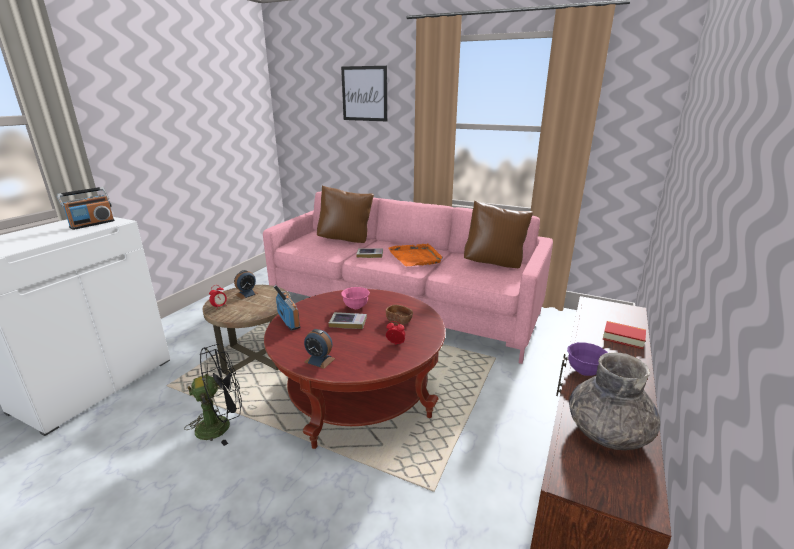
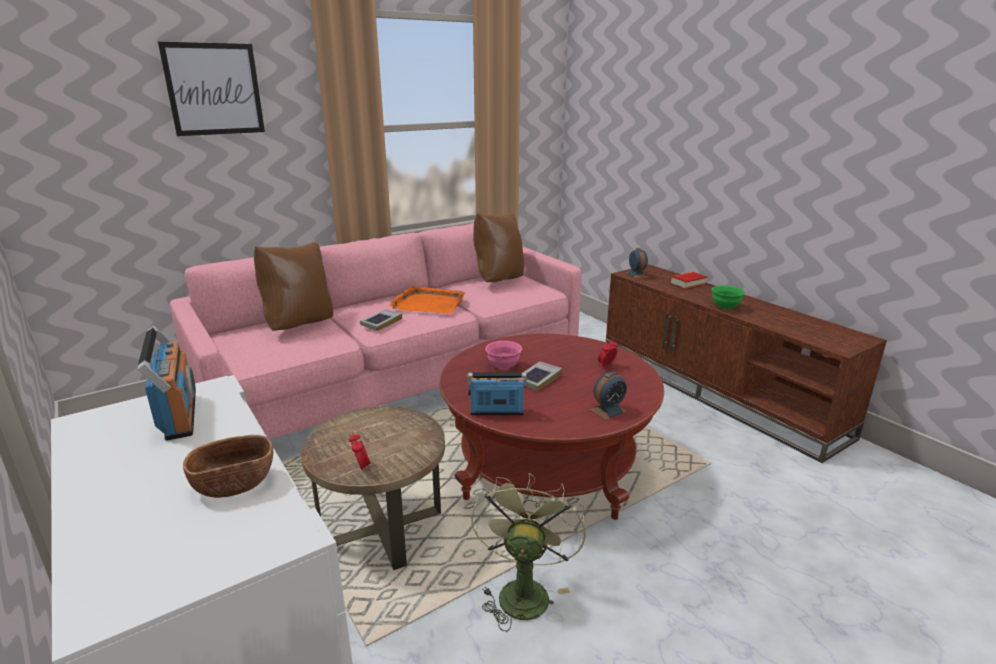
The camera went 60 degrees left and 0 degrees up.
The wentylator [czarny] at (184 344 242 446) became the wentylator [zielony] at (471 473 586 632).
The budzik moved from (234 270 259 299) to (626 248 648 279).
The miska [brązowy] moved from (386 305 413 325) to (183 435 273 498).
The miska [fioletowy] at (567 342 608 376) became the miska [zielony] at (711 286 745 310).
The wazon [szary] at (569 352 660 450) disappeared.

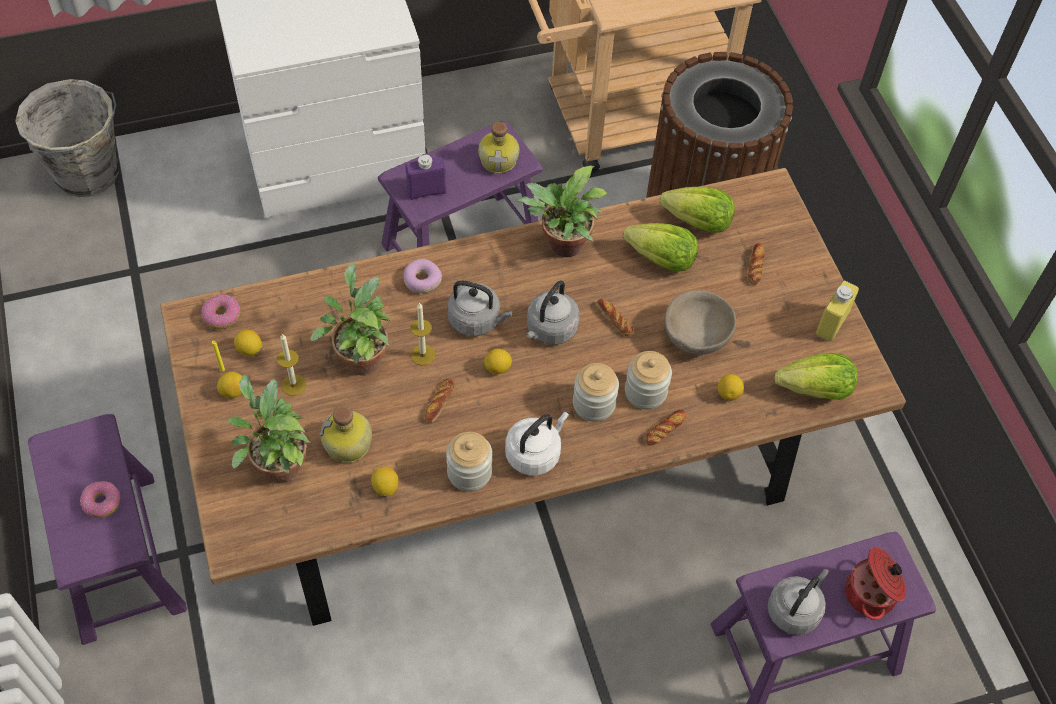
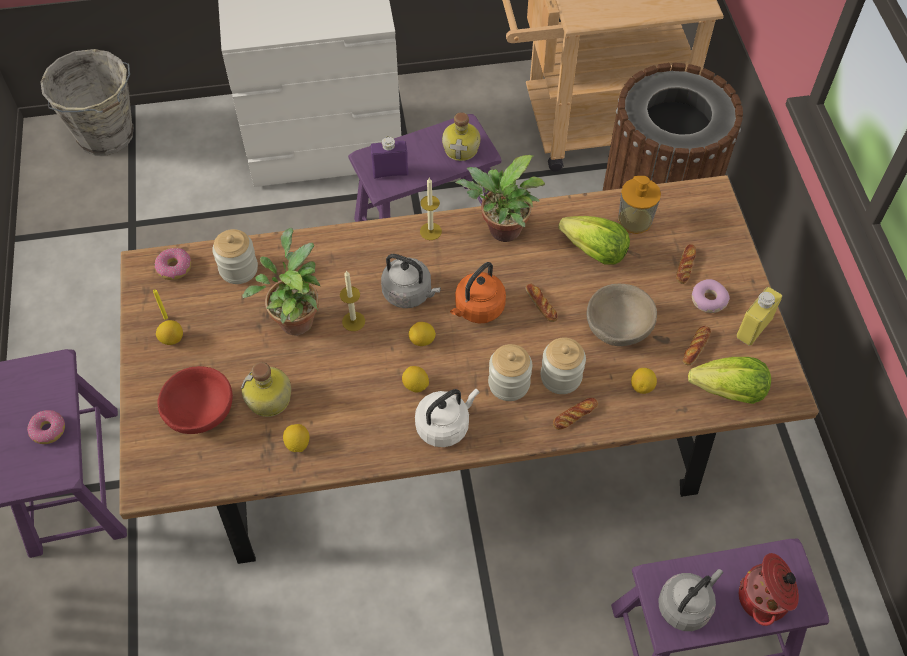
The camera went 10 degrees right and 0 degrees up.
The roślina doniczkowa at (228 375 311 484) was replaced by the miska [czerwony] at (158 366 233 434).
The cytryna moved from (234 329 262 356) to (402 366 429 393).
The świeca moved from (277 334 306 396) to (420 178 442 240).
The donut moved from (403 259 442 293) to (692 279 730 313).
The chleb moved from (424 378 455 423) to (683 326 711 366).
The słoik moved from (446 432 492 492) to (212 229 258 284).
The czajnik [szary] at (526 280 580 345) became the czajnik [pomarańczowy] at (450 262 506 324).
The sałata at (659 187 735 233) was replaced by the dozownik mydła at (618 176 661 234).

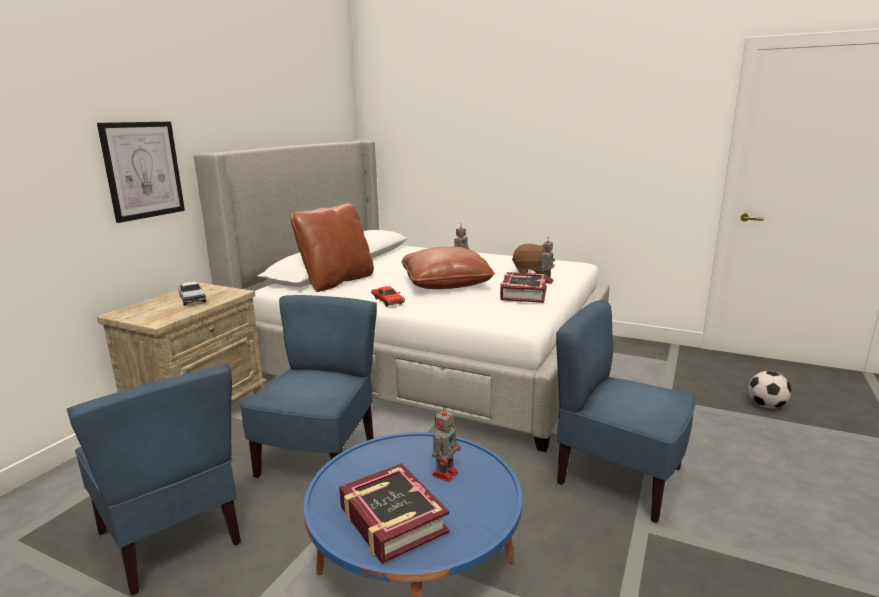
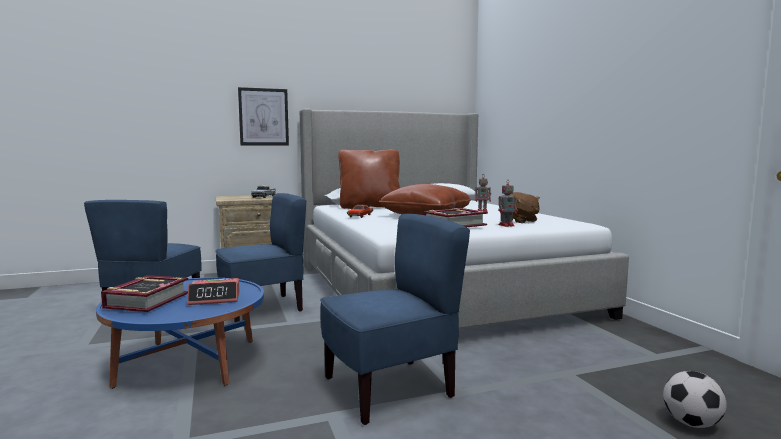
The camera went 45 degrees right and 10 degrees down.
The robot zabawkowy at (432 405 461 482) was replaced by the budzik at (187 278 240 305).
The krzesło [niebieski] at (556 300 696 523) turned 75 degrees clockwise.

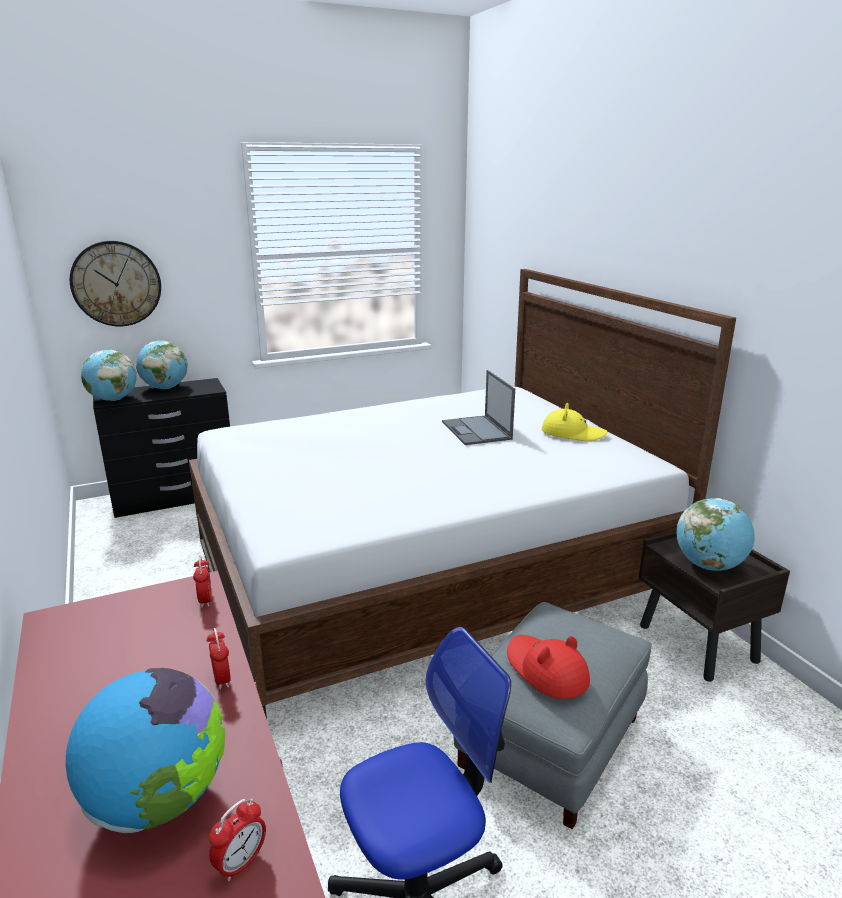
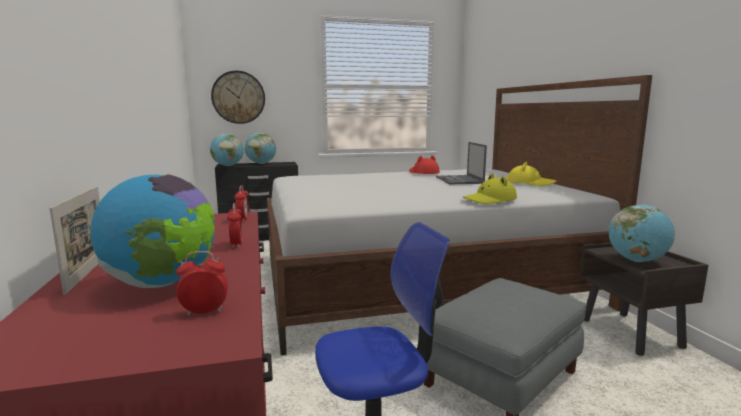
The camera went 10 degrees right and 10 degrees down.
The budzik at (209 799 266 882) turned 150 degrees counterclockwise.
The kapelusz [czerwony] moved from (507 635 590 699) to (409 155 440 174).
The ramka na zdjęcie at (50 187 100 295) appeared.
The kapelusz [żółty] at (463 173 517 204) appeared.

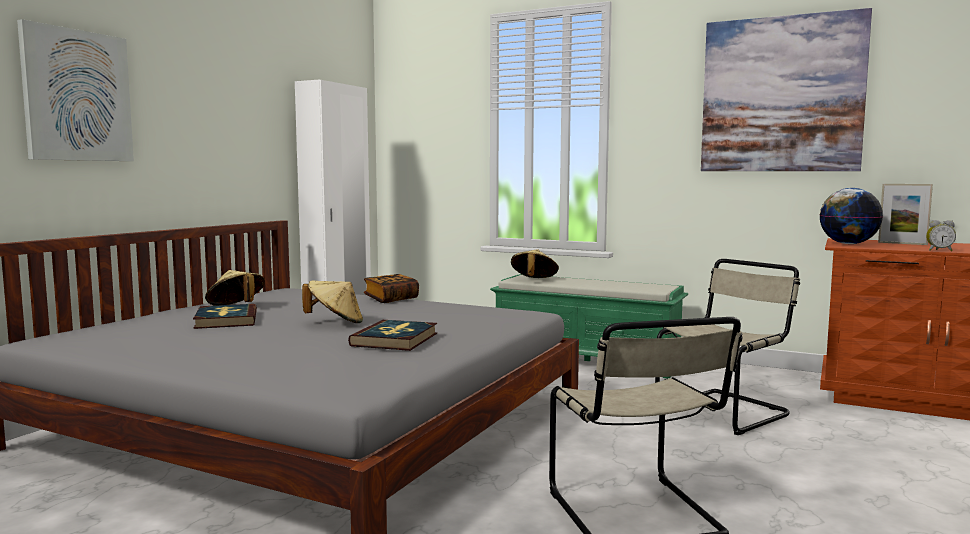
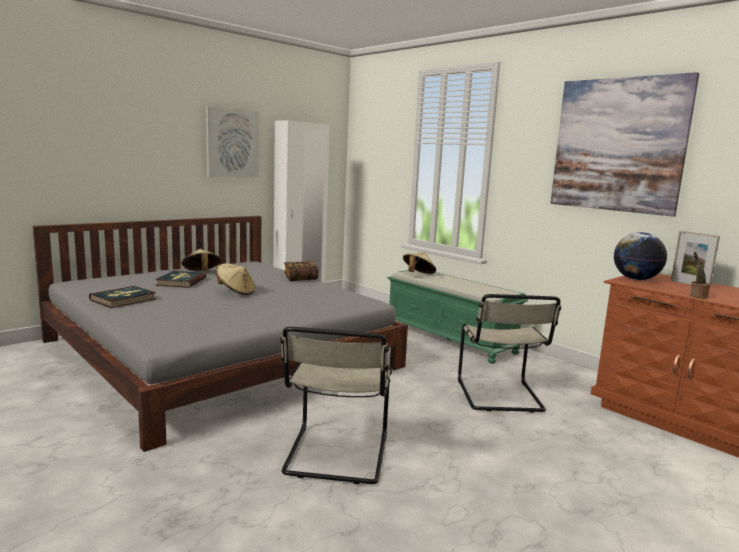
The camera went 20 degrees right and 5 degrees up.
The obraz moved from (17 19 134 161) to (206 106 259 178).
The książka moved from (348 320 437 351) to (89 286 156 308).
The krzesło [beżowy] at (655 259 800 435) turned 105 degrees clockwise.
The budzik at (926 220 956 251) was replaced by the roślina doniczkowa at (690 252 710 299).

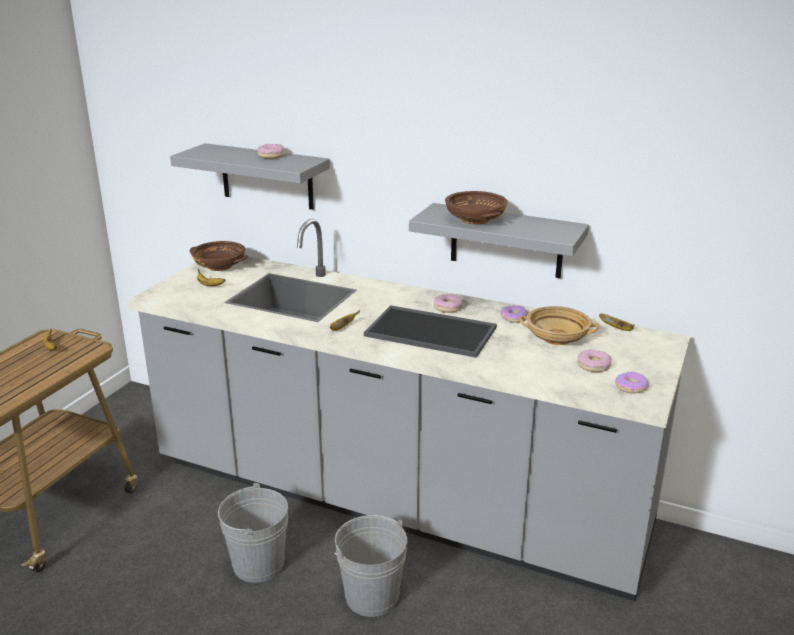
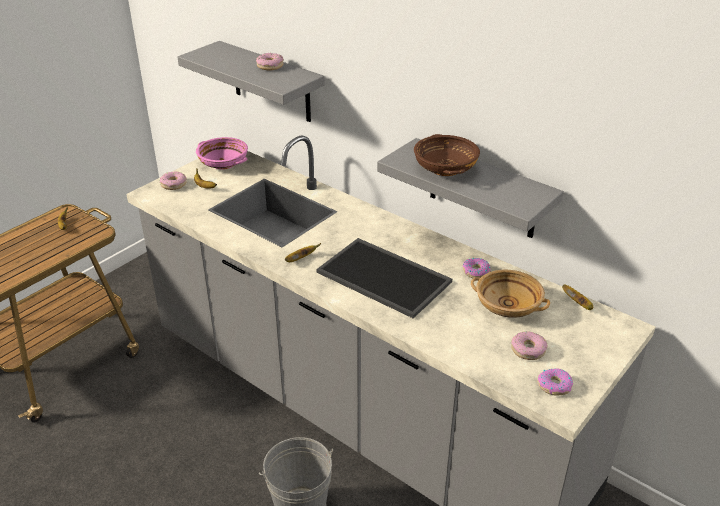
The camera went 15 degrees right and 10 degrees up.
The miska [brązowy] at (190 241 248 271) became the miska [różowy] at (196 137 248 170).
The wiadro [szary] at (218 483 288 583) disappeared.
The donut moved from (434 294 463 313) to (160 171 187 190).

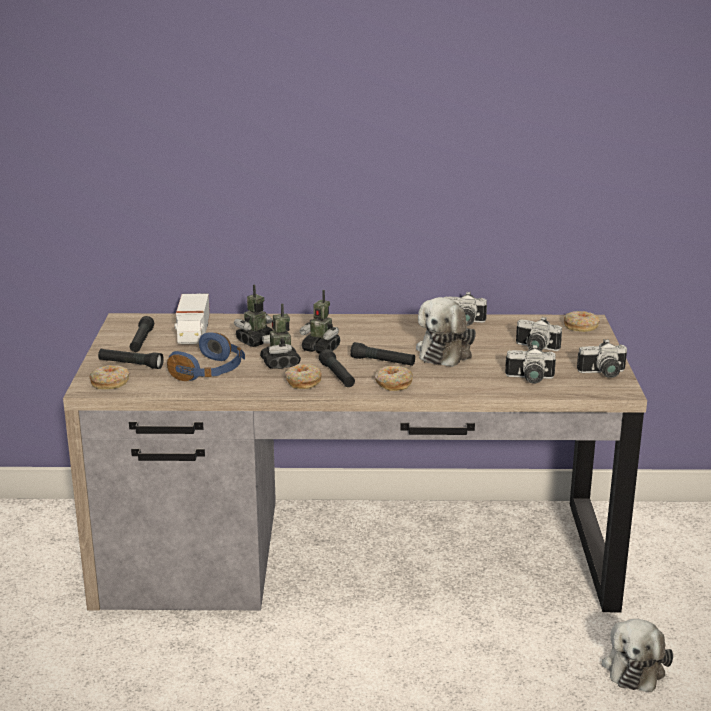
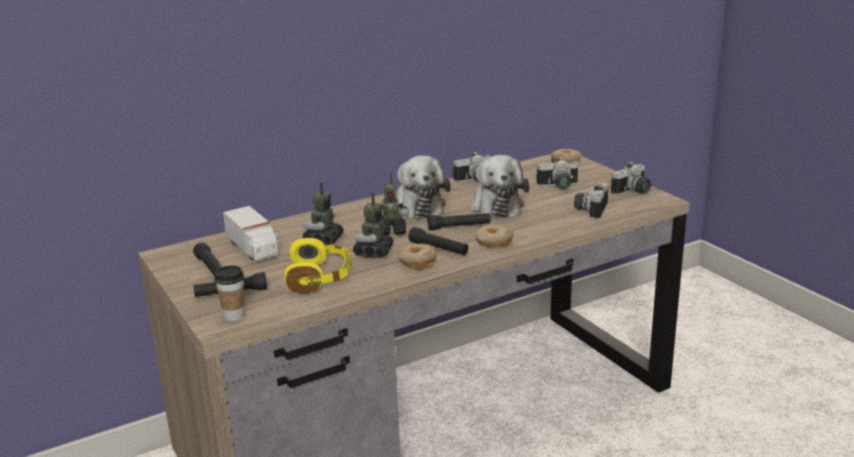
The camera went 30 degrees left and 0 degrees up.
The donut at (89 365 129 389) was replaced by the filiżanka at (214 265 245 321).
The słuchawki [niebieski] at (167 332 245 381) became the słuchawki [żółty] at (284 237 352 293).
The robot zabawkowy at (260 304 301 369) turned 60 degrees clockwise.
The aparat fotograficzny at (505 344 556 384) turned 135 degrees clockwise.
The pluszak moved from (602 619 673 692) to (396 156 451 219).

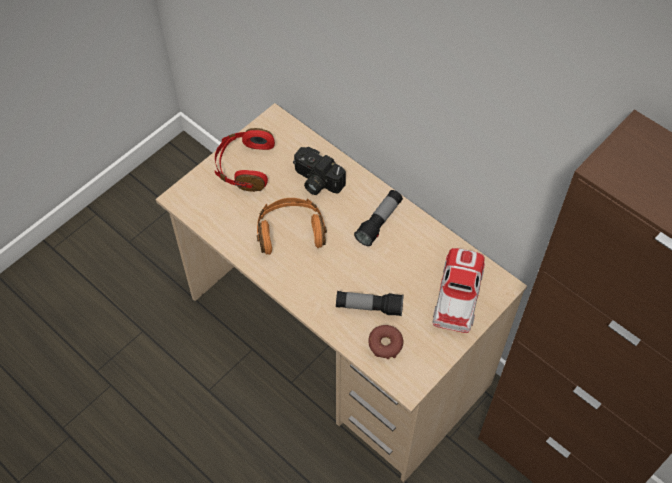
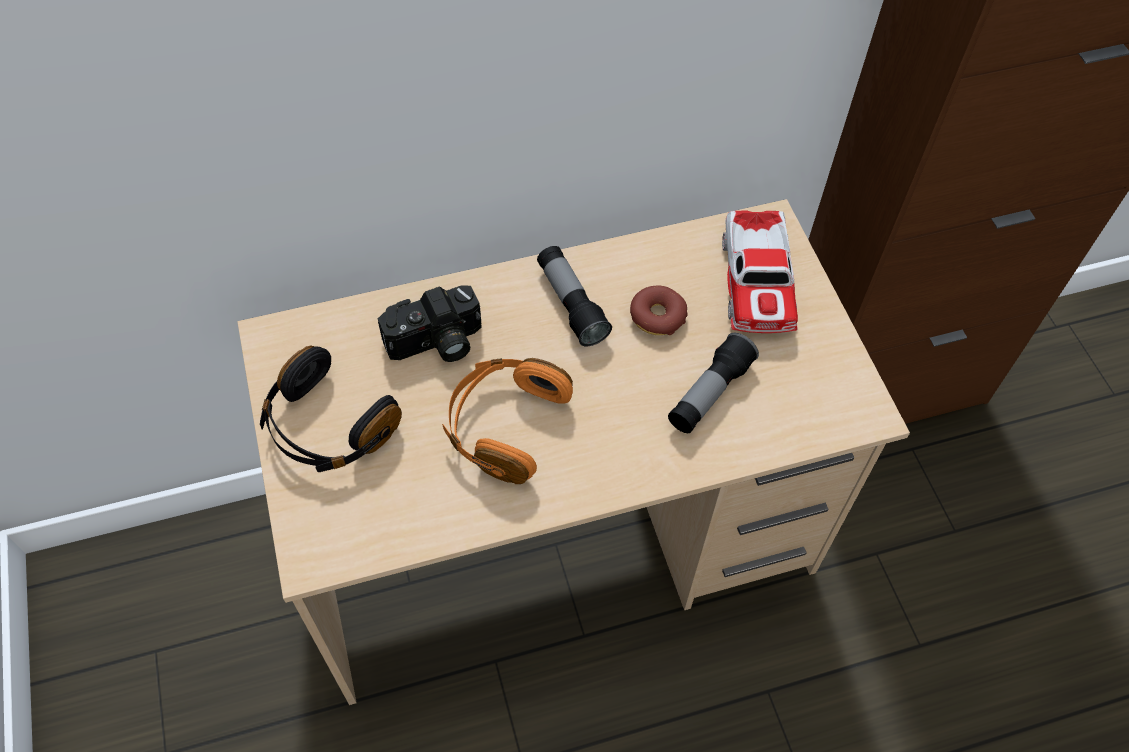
The camera went 60 degrees left and 0 degrees up.
The słuchawki [czerwony] at (215 128 275 192) became the słuchawki [czarny] at (260 345 402 472).
The donut moved from (368 325 404 359) to (630 286 688 335).
The samochodzik at (432 248 485 333) turned 135 degrees counterclockwise.

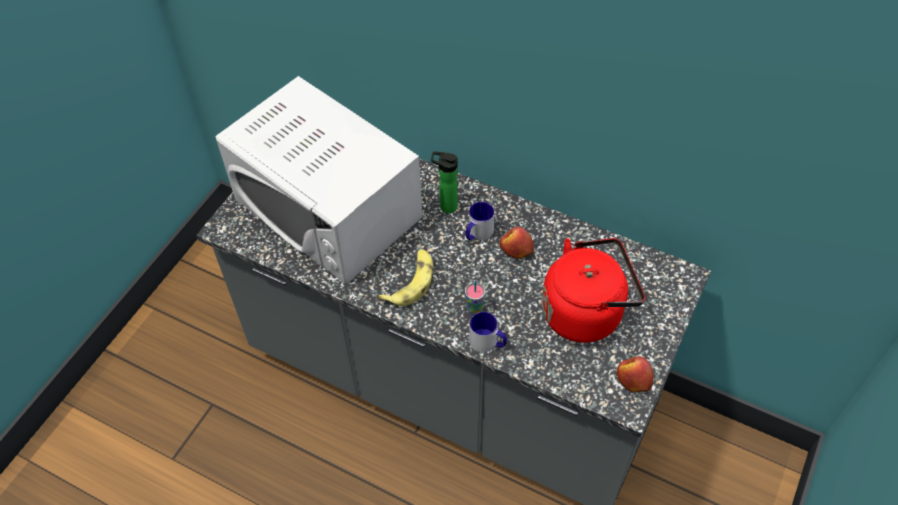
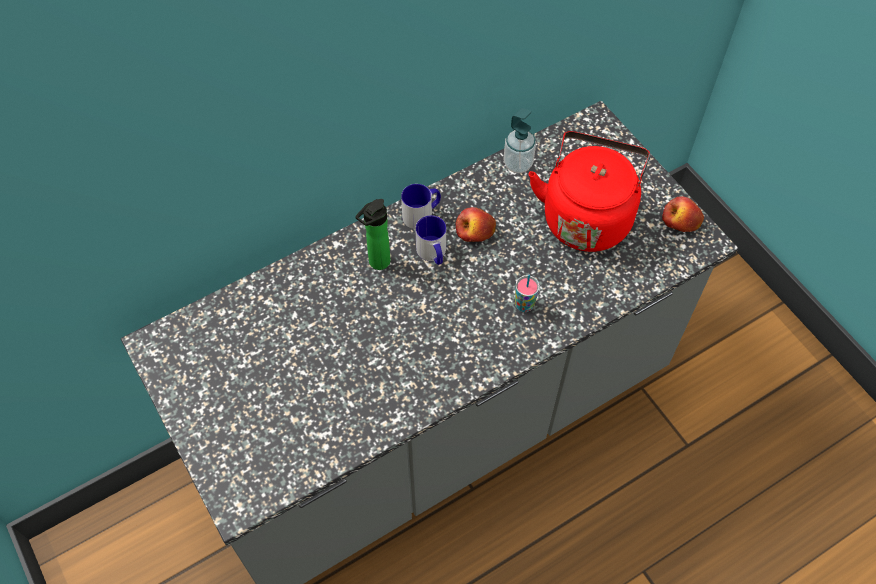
The camera went 60 degrees left and 5 degrees up.
The mikrofalówka [biały] at (215 76 422 284) disappeared.
The banan at (378 249 433 306) disappeared.
The kubek moved from (469 312 507 353) to (401 184 441 229).
The dozownik mydła at (503 108 536 173) appeared.

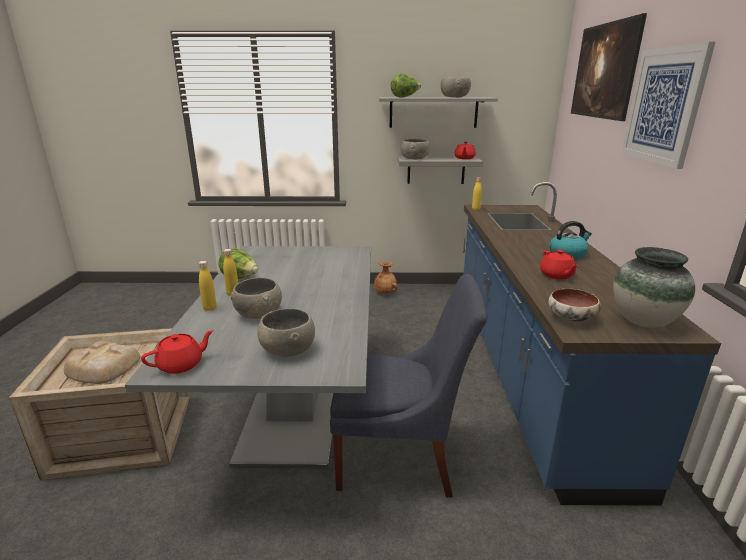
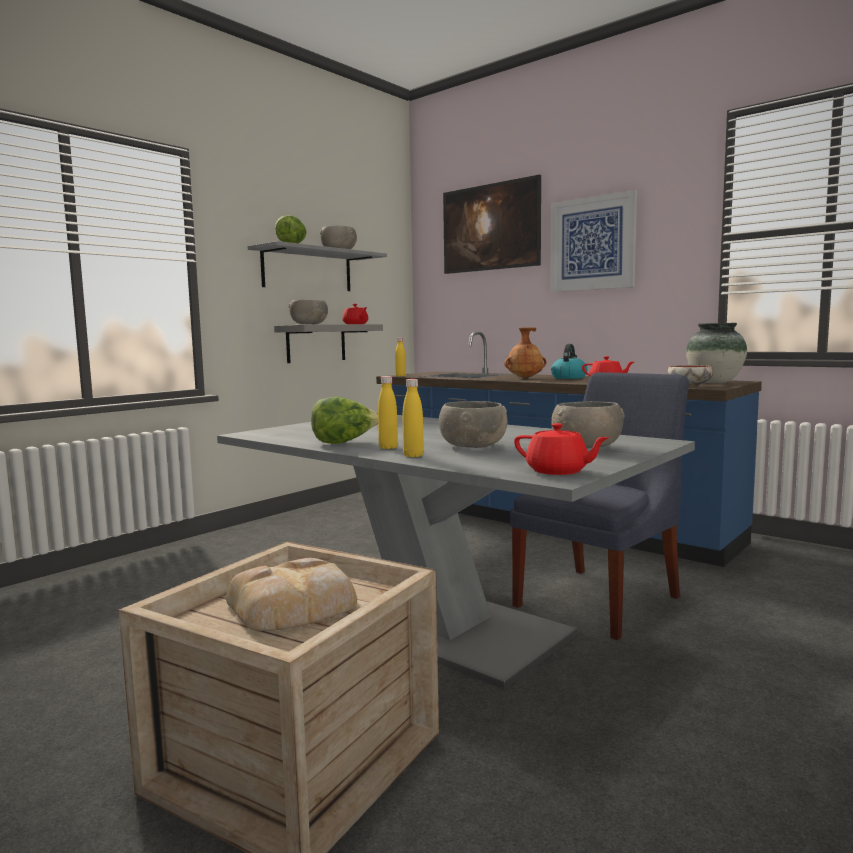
The camera went 50 degrees left and 15 degrees down.
The imbryk [czerwony] at (141 330 214 374) turned 120 degrees clockwise.
The wazon [brązowy] moved from (374 262 397 294) to (504 327 546 379).

